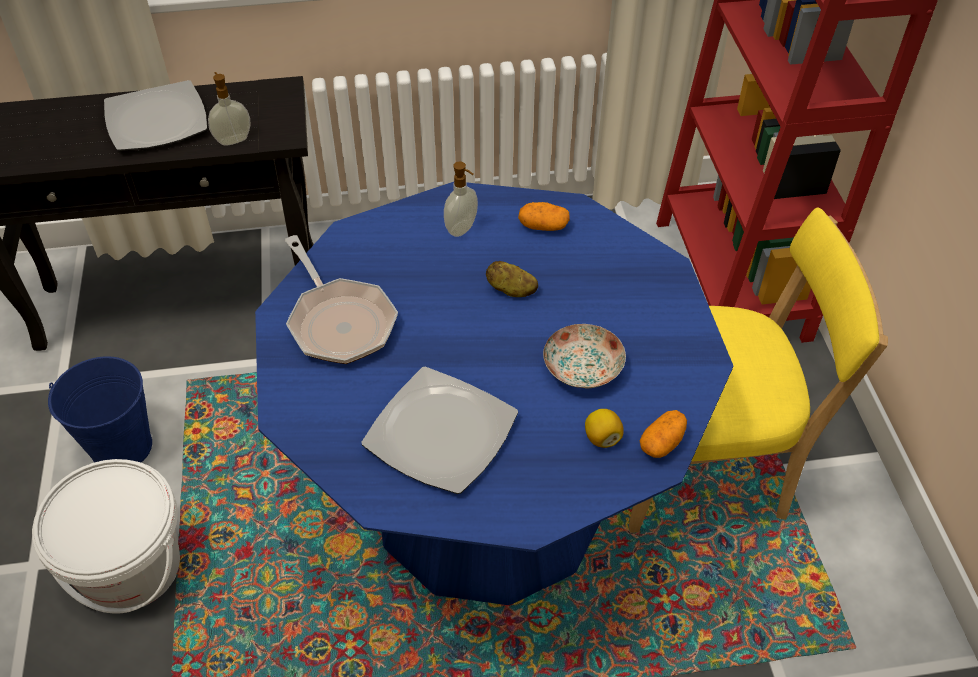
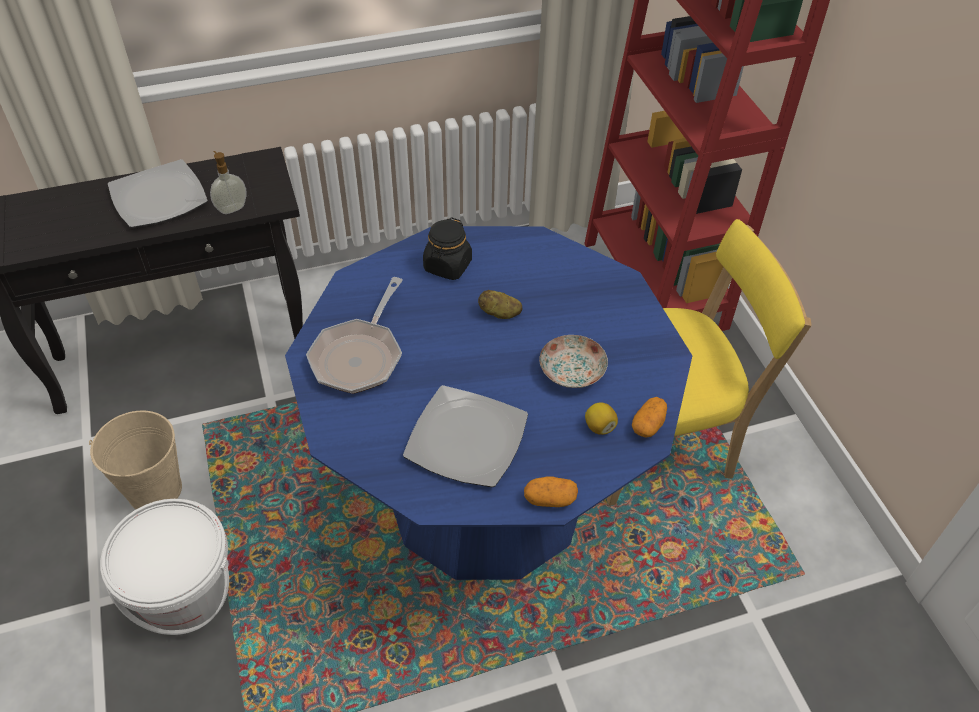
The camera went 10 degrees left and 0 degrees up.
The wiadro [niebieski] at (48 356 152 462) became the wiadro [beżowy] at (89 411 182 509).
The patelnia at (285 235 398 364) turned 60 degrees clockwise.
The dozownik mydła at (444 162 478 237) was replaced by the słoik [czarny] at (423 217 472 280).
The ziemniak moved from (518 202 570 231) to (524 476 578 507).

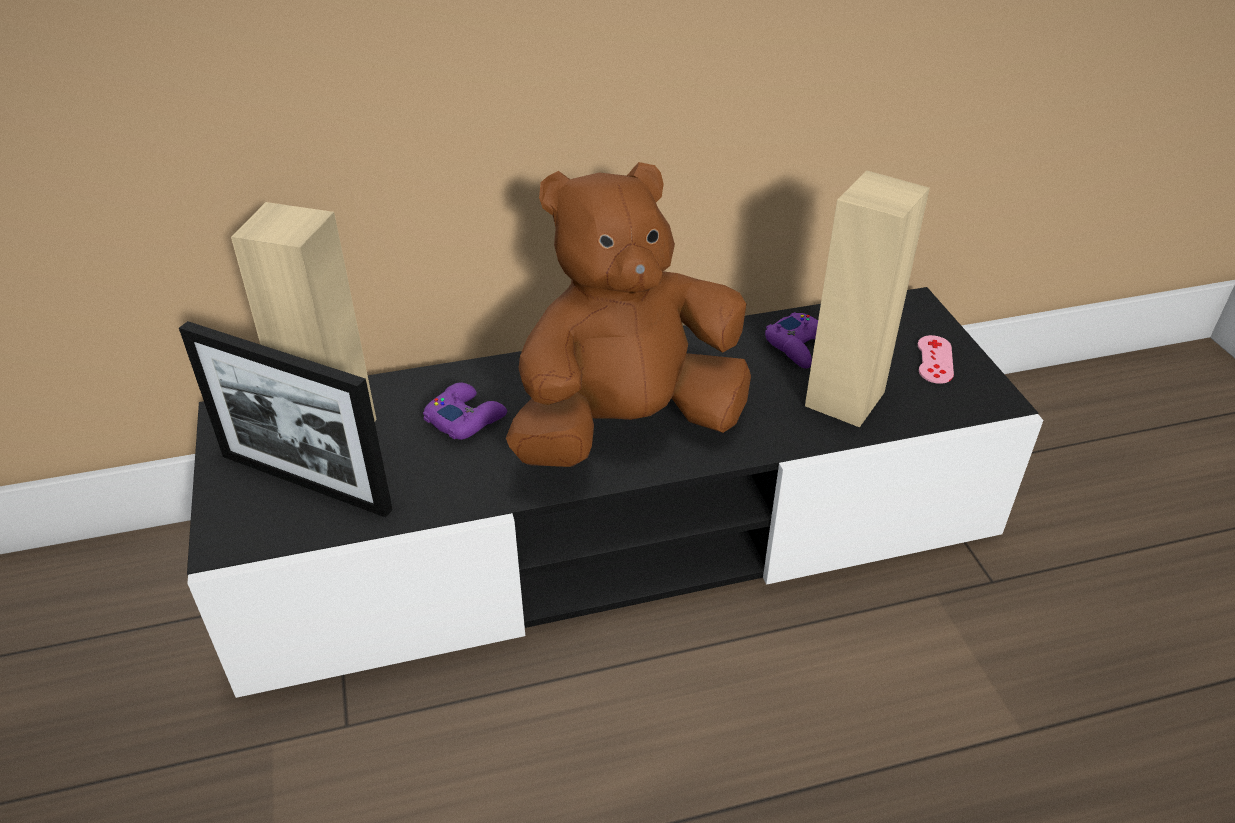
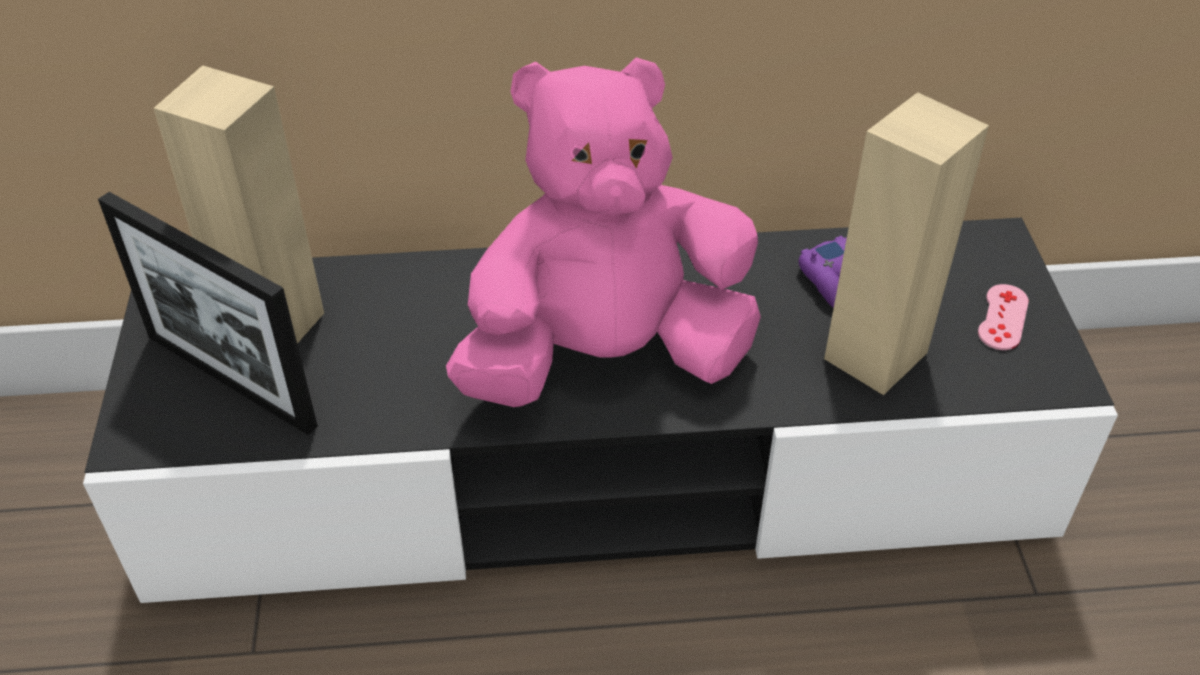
The camera went 10 degrees right and 5 degrees up.
The pad do gier [fioletowy] at (423 383 507 440) disappeared.
The pluszak [brązowy] at (506 162 751 467) became the pluszak [różowy] at (446 58 761 407).

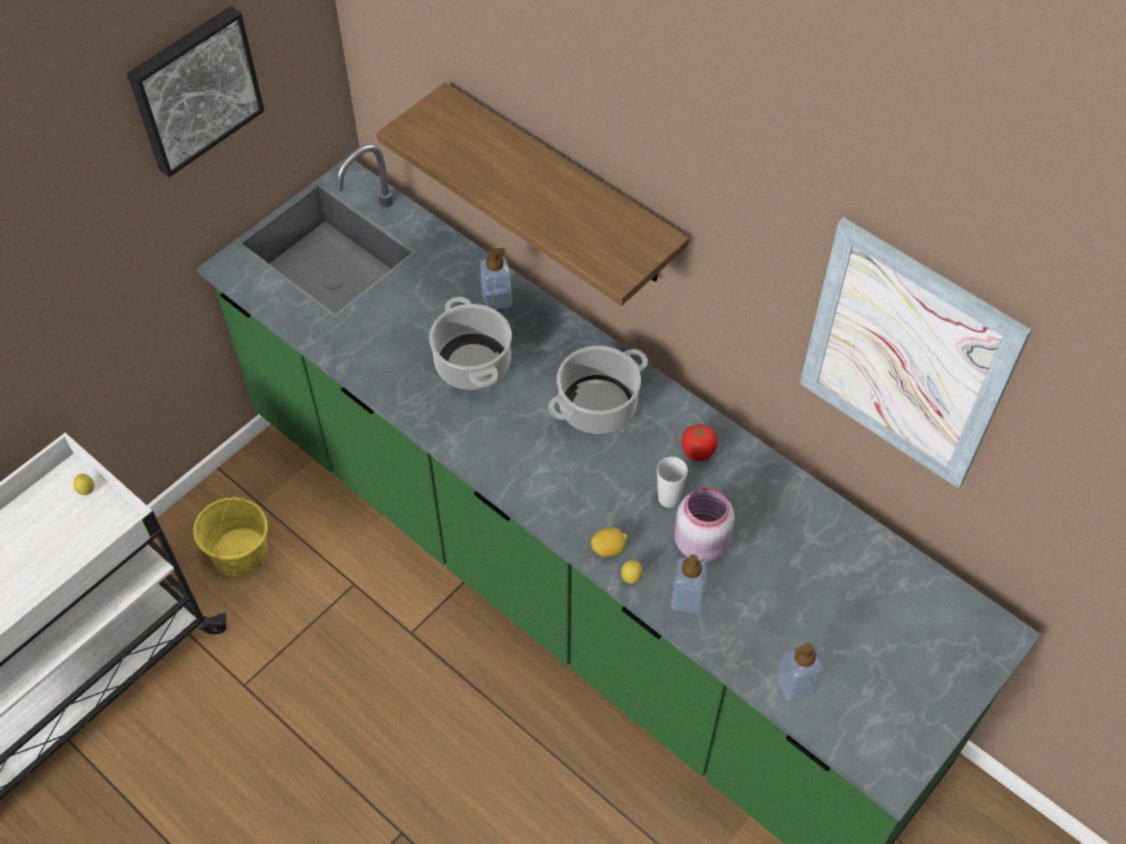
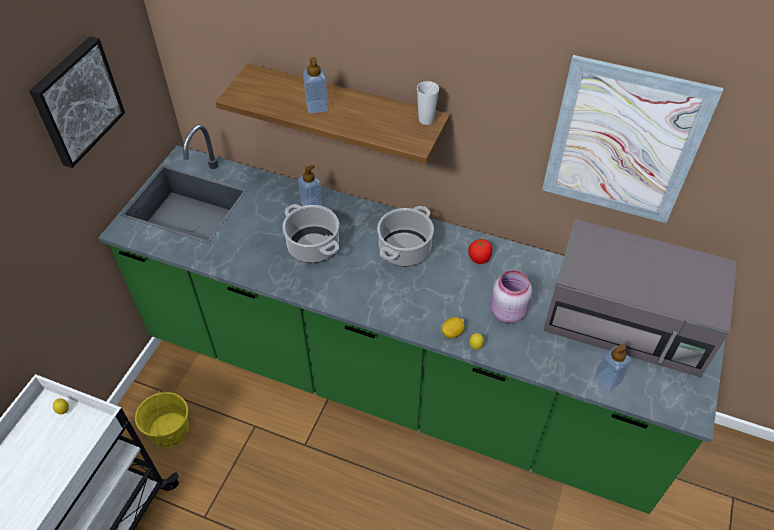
The camera went 20 degrees left and 5 degrees down.
The filiżanka moved from (657 457 688 508) to (417 81 439 125).
The dozownik mydła moved from (671 554 708 613) to (303 57 328 114).
The mikrofalówka [szary] at (544 219 737 378) appeared.

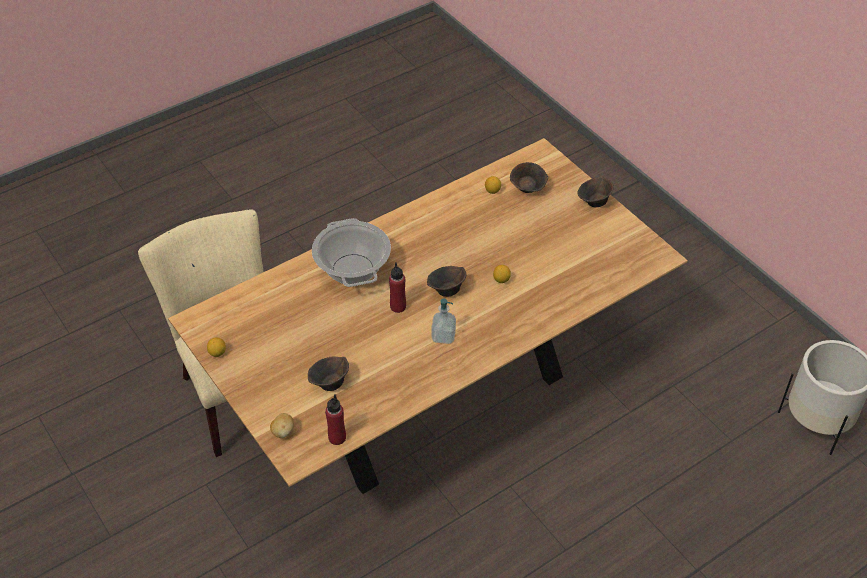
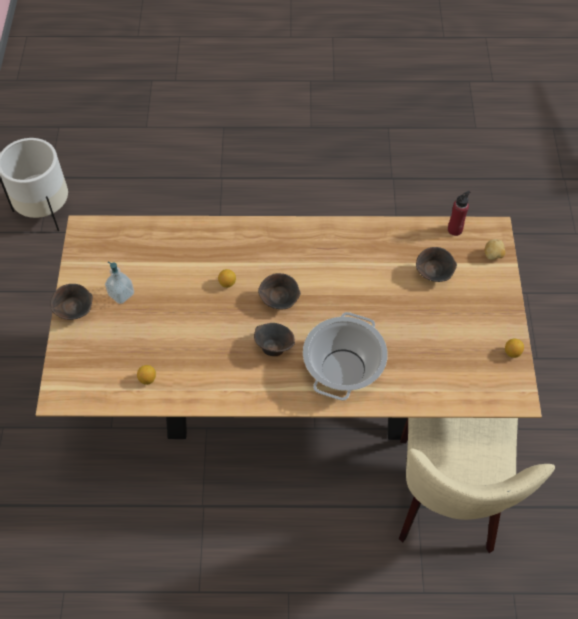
The camera went 145 degrees left and 10 degrees up.
The butelka [czerwony] at (389 262 406 313) disappeared.
The dozownik mydła moved from (432 298 456 344) to (105 262 134 304).
The miska [brązowy] moved from (510 162 548 193) to (254 323 295 356).

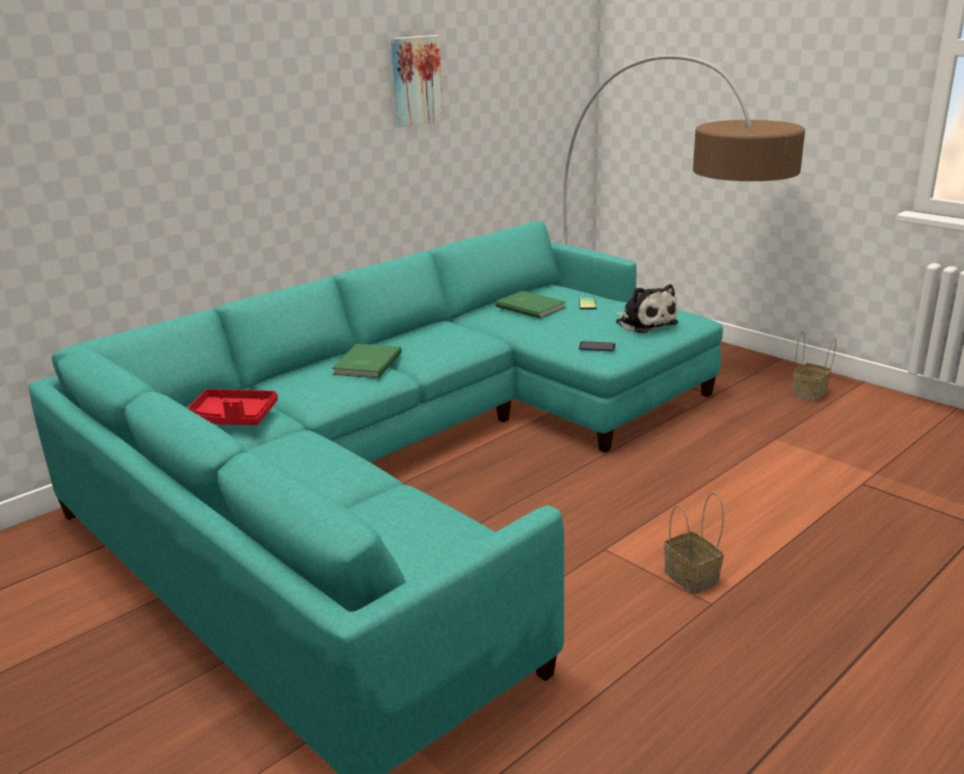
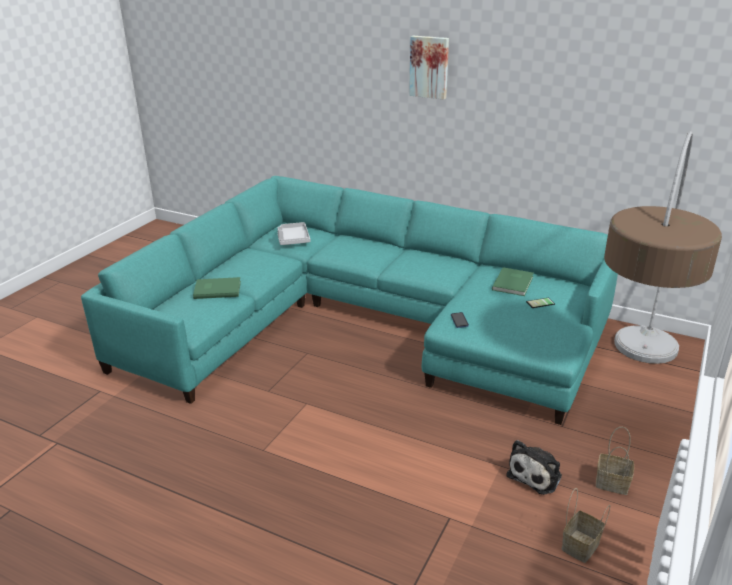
The camera went 70 degrees right and 5 degrees up.
The taca [czerwony] at (188 389 278 425) became the taca [szary] at (277 222 310 245).
The książka [zielony] moved from (332 344 402 378) to (193 277 241 299).
The obraz moved from (391 35 443 127) to (409 36 449 99).
The pluszak moved from (616 284 678 333) to (506 440 562 495).
The koszyk moved from (664 492 724 594) to (562 488 610 563).

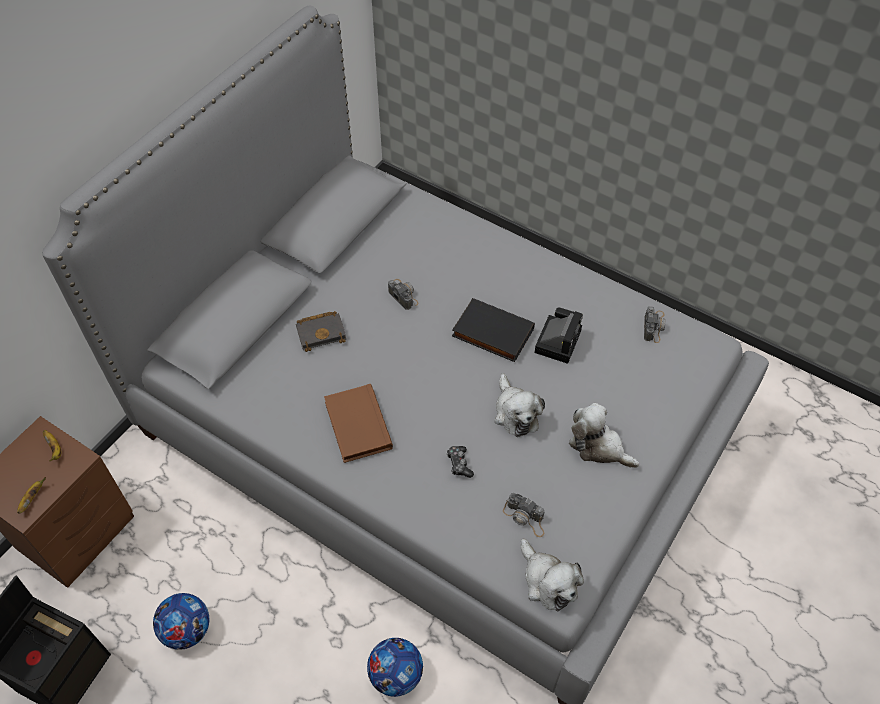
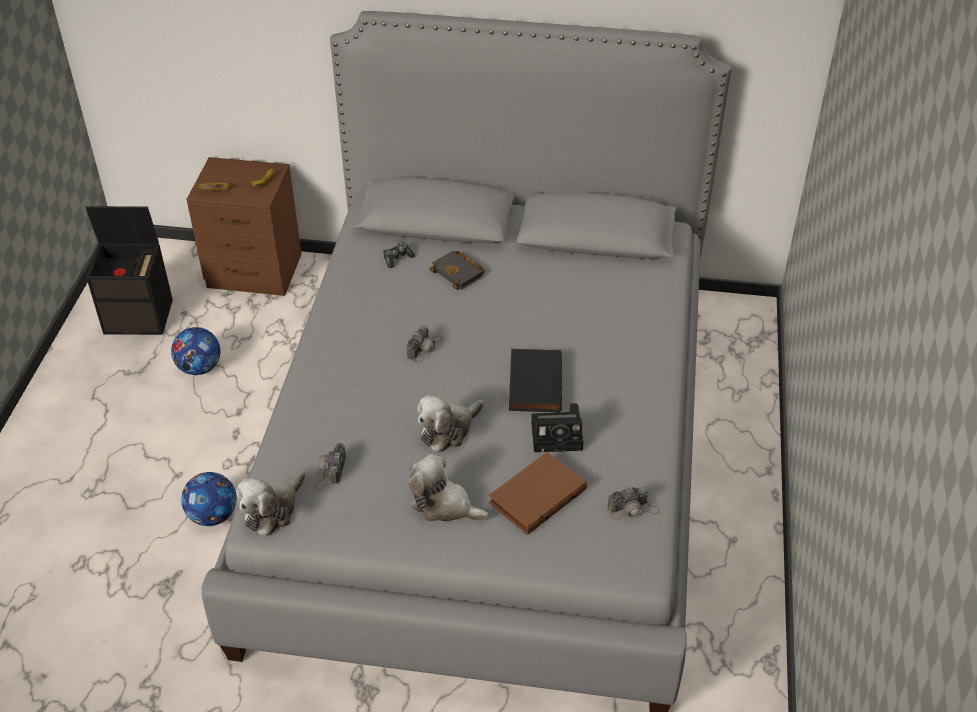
The camera went 65 degrees right and 10 degrees down.
The książka [brązowy] moved from (324 384 393 463) to (488 452 587 535).
The aparat fotograficzny moved from (388 279 418 310) to (407 325 443 363).
The pad do gier moved from (446 446 474 478) to (383 243 415 268).
The pluszak at (569 403 639 468) turned 75 degrees counterclockwise.

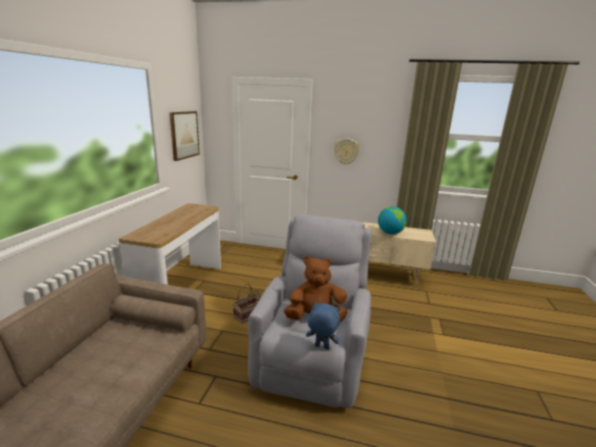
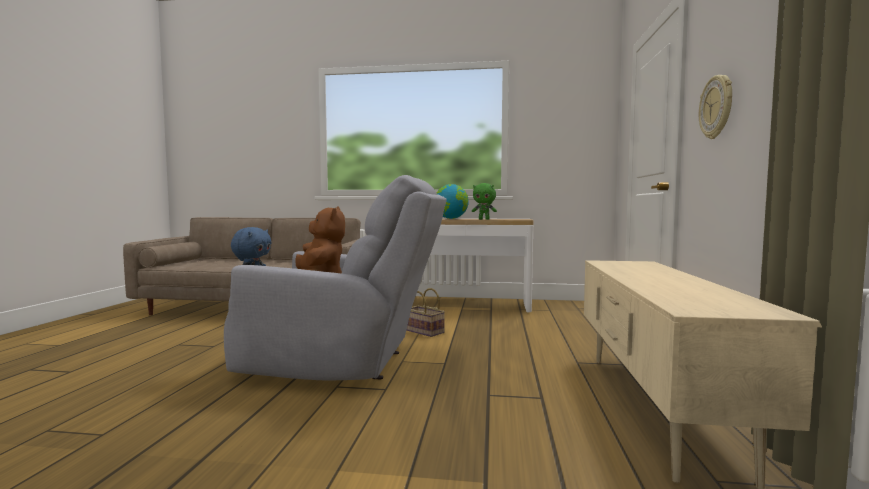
The camera went 85 degrees right and 15 degrees down.
The obraz at (169 111 200 161) disappeared.
The globus moved from (378 207 407 234) to (437 184 469 219).
The pluszak [zielony] at (472 183 497 220) appeared.

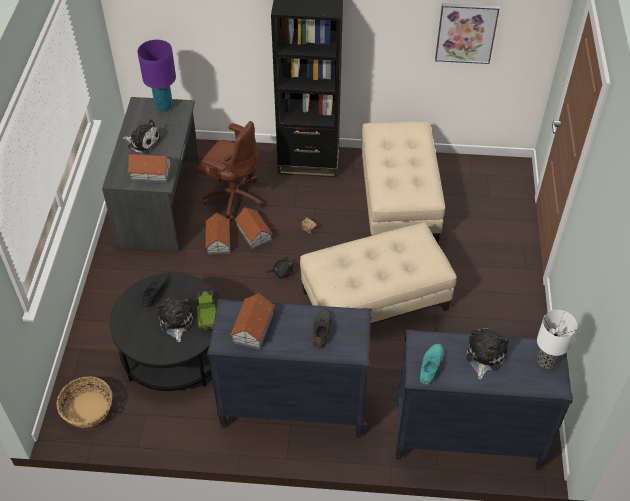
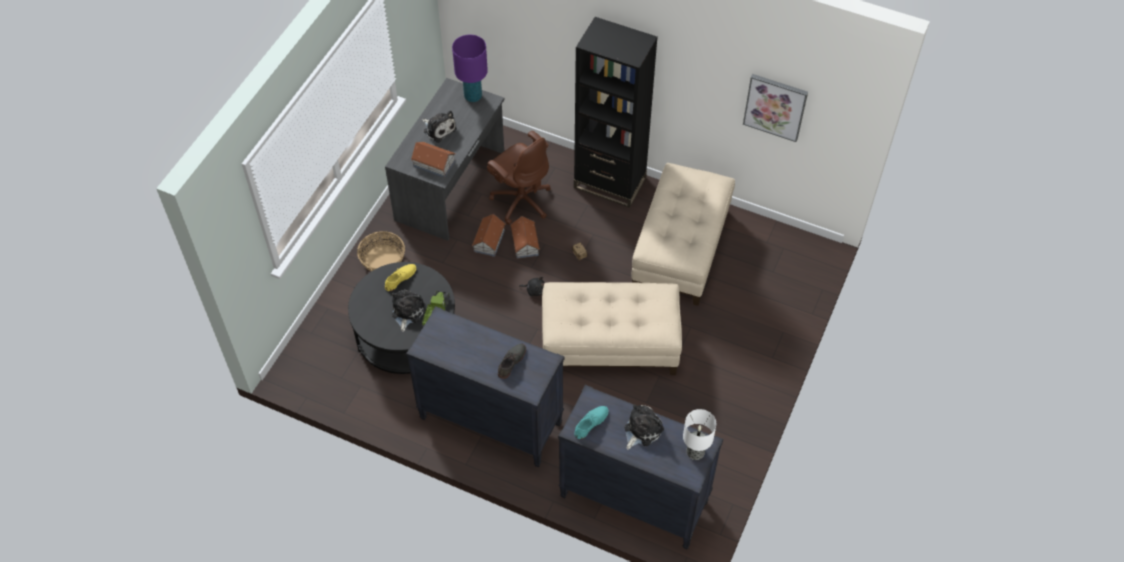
The camera went 20 degrees right and 5 degrees up.
The koszyk moved from (57 376 112 428) to (357 231 405 271).
The but [czarny] at (142 274 168 307) became the but [żółty] at (385 264 417 291).
The domek at (230 293 275 350) disappeared.

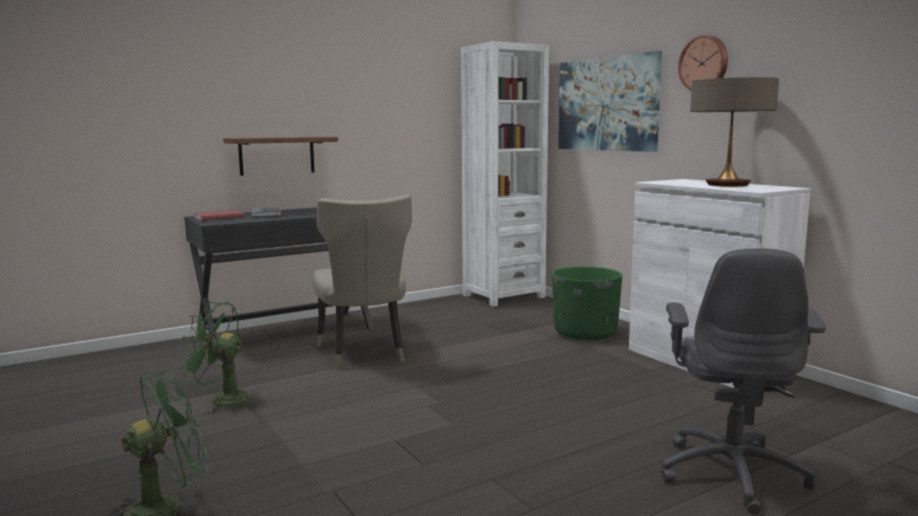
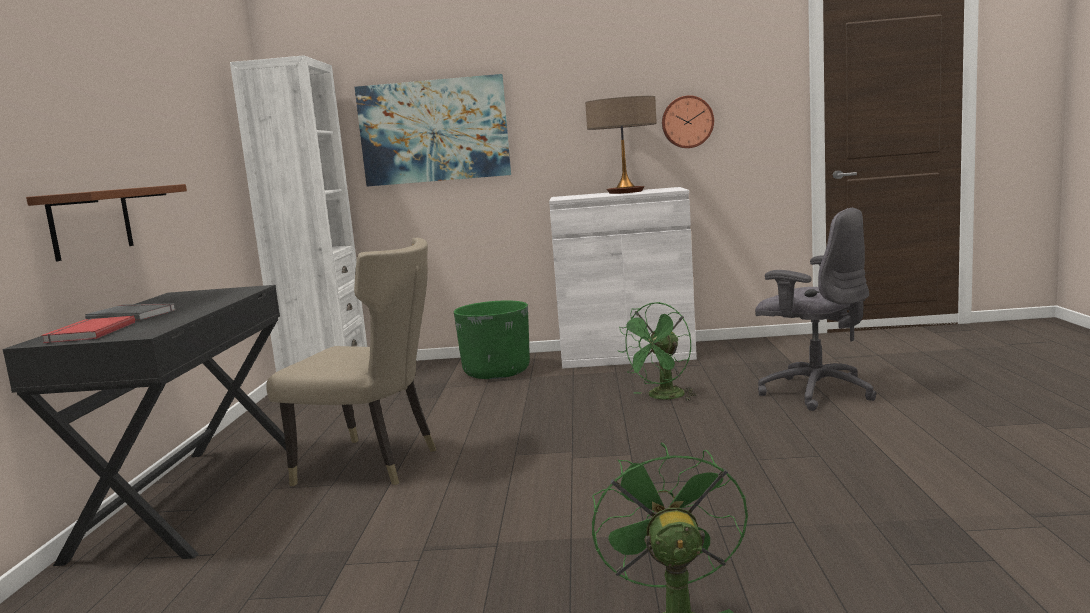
The camera went 55 degrees left and 0 degrees up.
The wentylator [zielony] moved from (178 301 255 412) to (619 302 697 401).
The zegar ścienny moved from (678 35 728 90) to (662 95 714 148).

